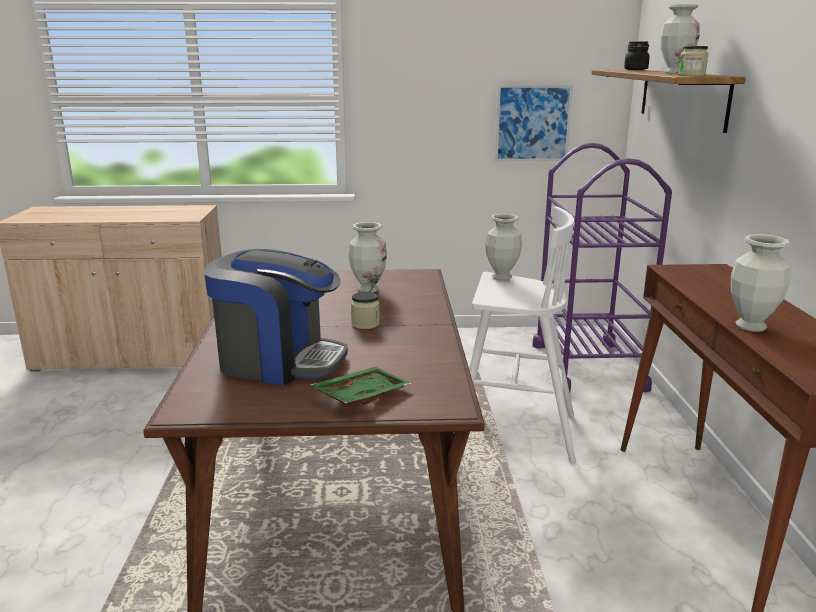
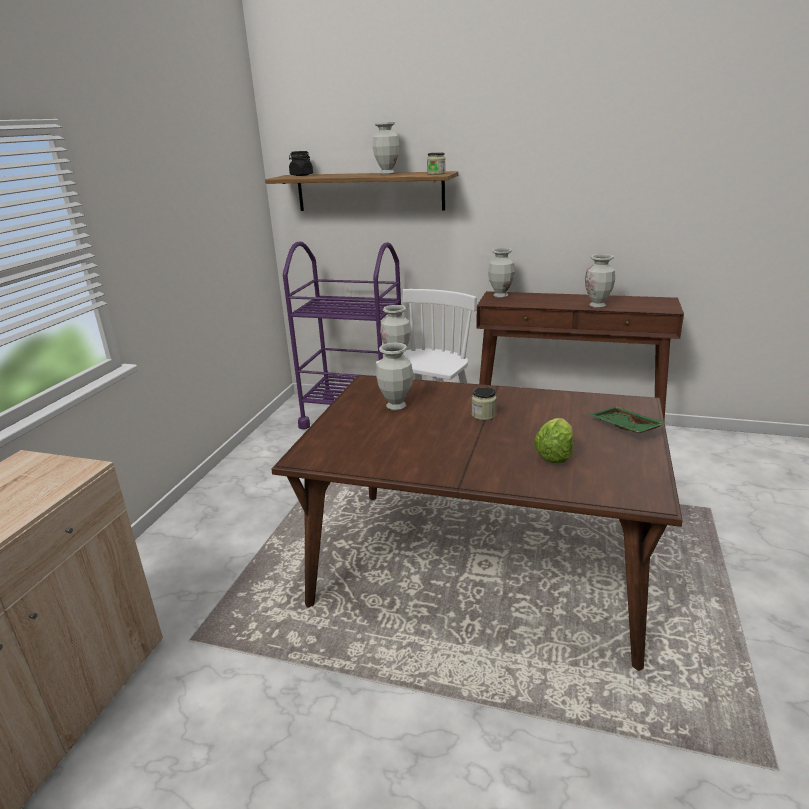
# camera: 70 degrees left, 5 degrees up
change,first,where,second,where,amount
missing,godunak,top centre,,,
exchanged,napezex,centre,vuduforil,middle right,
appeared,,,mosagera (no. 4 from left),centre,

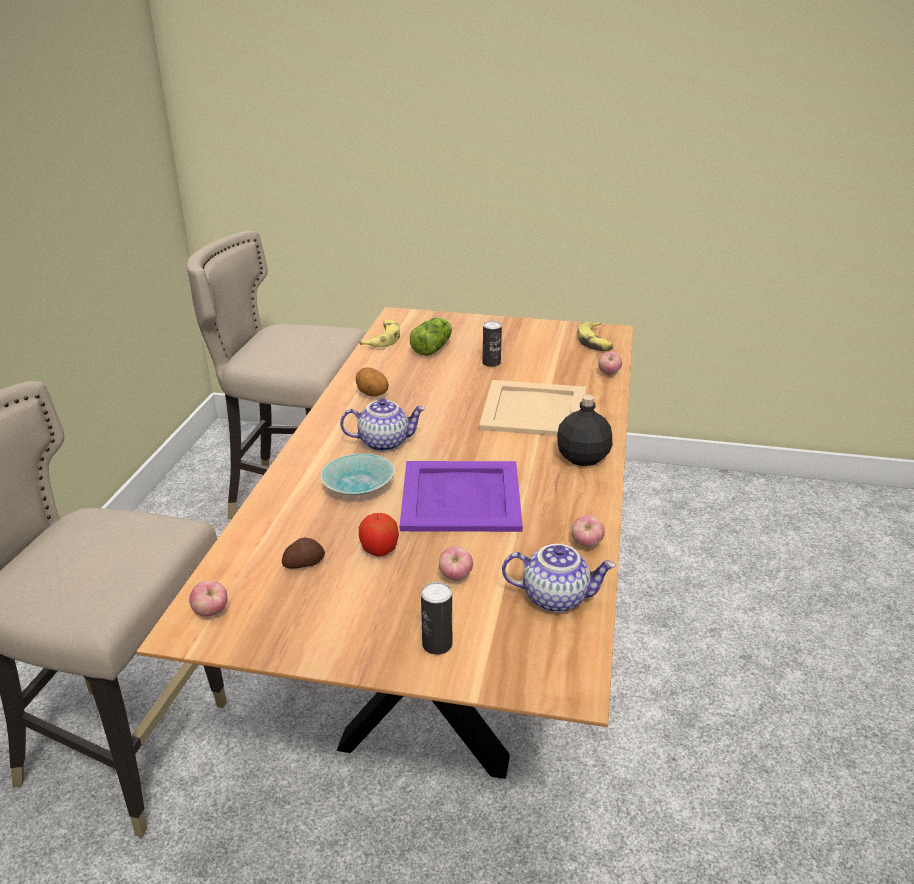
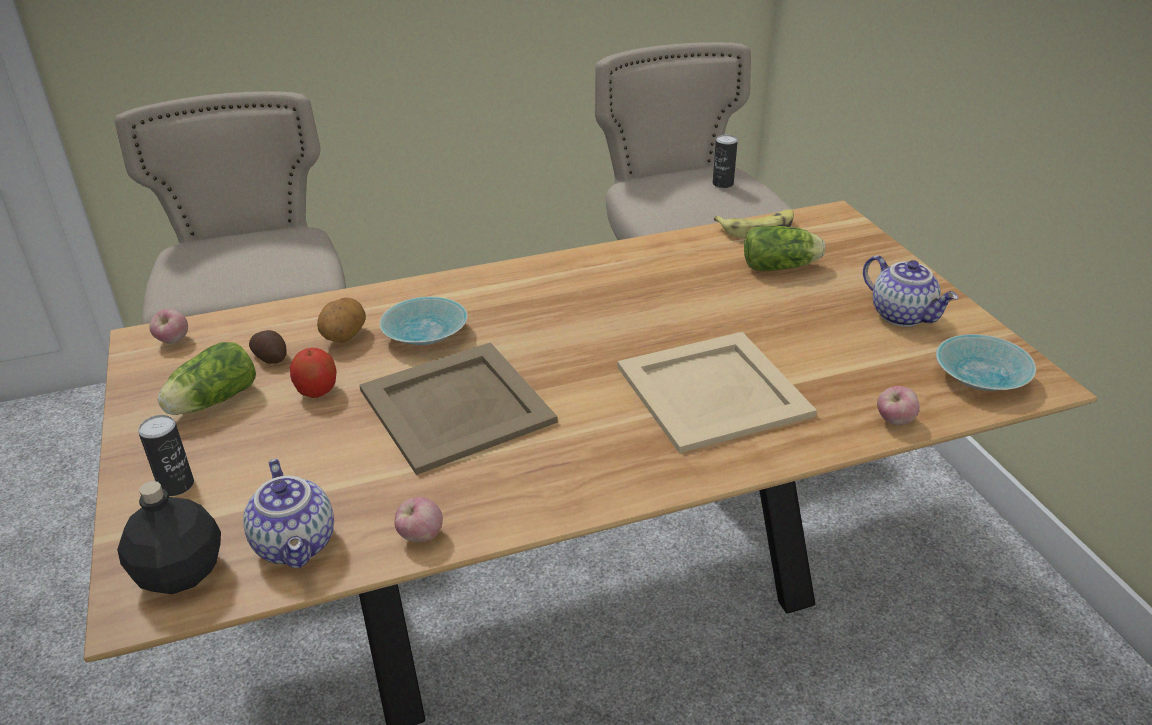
# camera: 60 degrees right, 5 degrees up
change,first,where,second,where,amount
relocated,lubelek (no. 2 from left),centre,,top centre,
exchanged,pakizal (no. 2 from left),centre,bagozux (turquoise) (no. 2 from left),middle right,
relocated,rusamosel (no. 2 from left),centre,,middle left,
relocated,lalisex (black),centre,,bottom left,
relocated,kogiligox (no. 1 from left in the first image),centre,kogiligox (no. 2 from left),middle right,
colour,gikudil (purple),centre,gikudil (beige) (no. 1 from left),centre,
missing,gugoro (no. 3 from left),centre,,,
appeared,,,vuduforil (no. 1 from left),middle left,

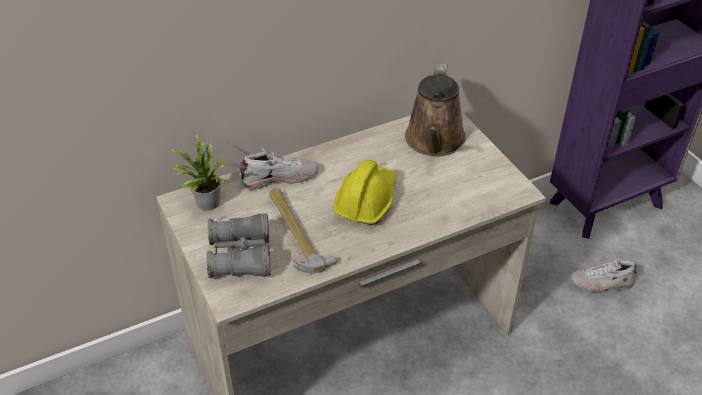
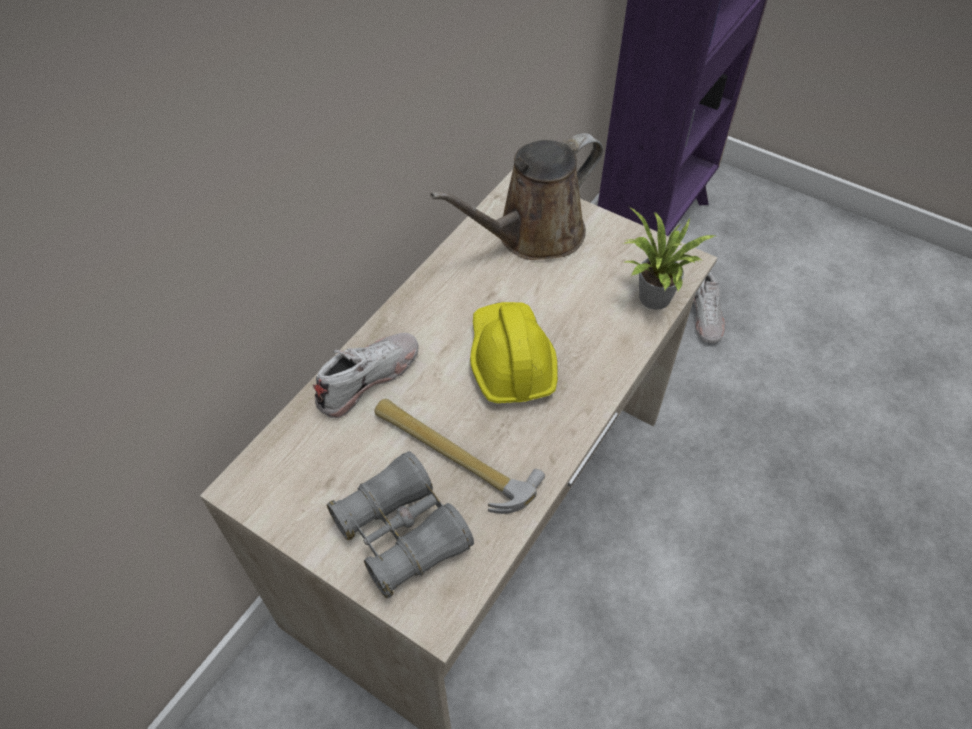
# camera: 30 degrees left, 10 degrees up
change,first,where,second,where,amount
spun,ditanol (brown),top centre,,top centre,75 degrees clockwise
relocated,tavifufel,middle left,,middle right,
spun,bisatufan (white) (no. 2 from left),bottom right,,middle right,60 degrees counterclockwise

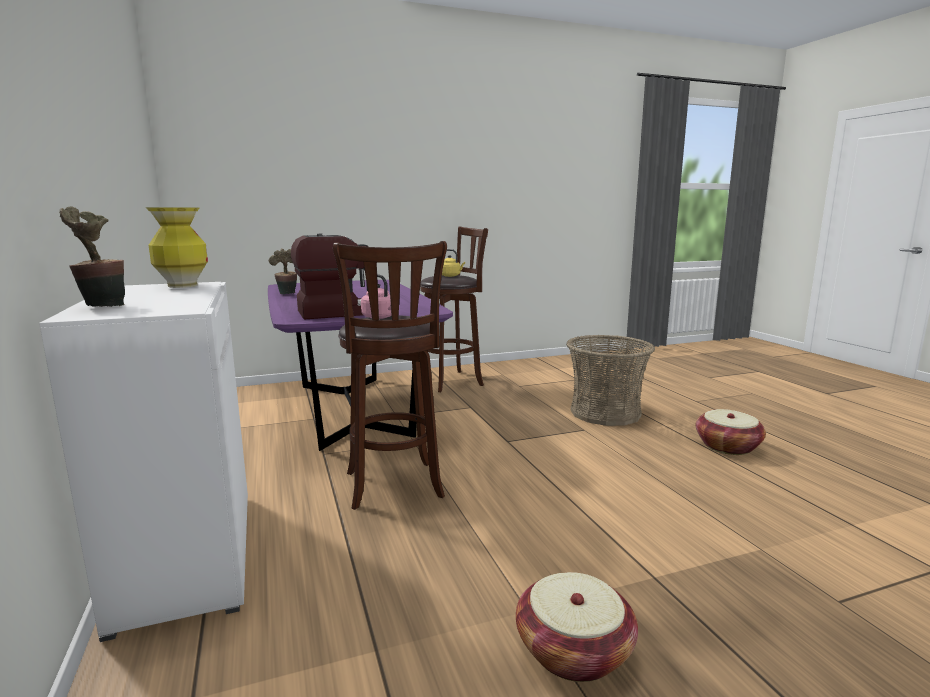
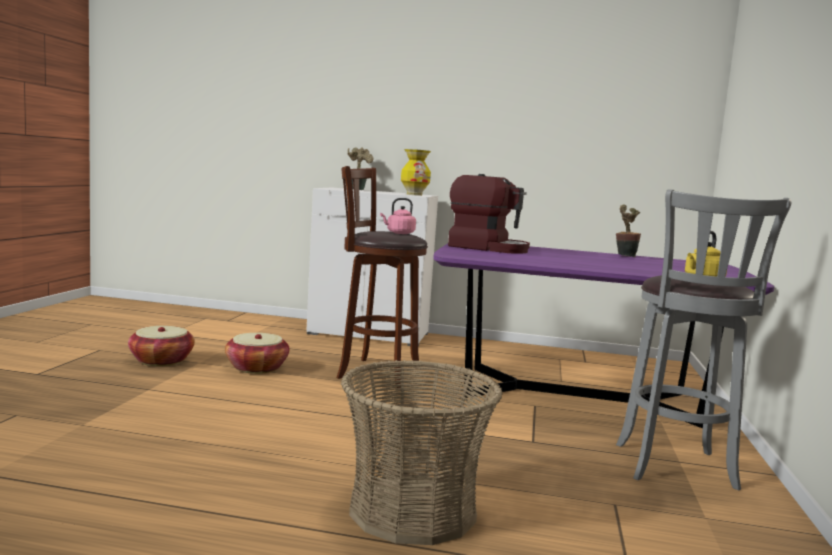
# camera: 120 degrees right, 5 degrees down
change,first,where,second,where,amount
colour,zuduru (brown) (no. 2 from left),centre,zuduru (grey),middle right,
spun,napezex,centre,,centre,75 degrees counterclockwise
relocated,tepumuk (no. 3 from left in the first image),middle right,tepumuk (no. 2 from left),middle left,

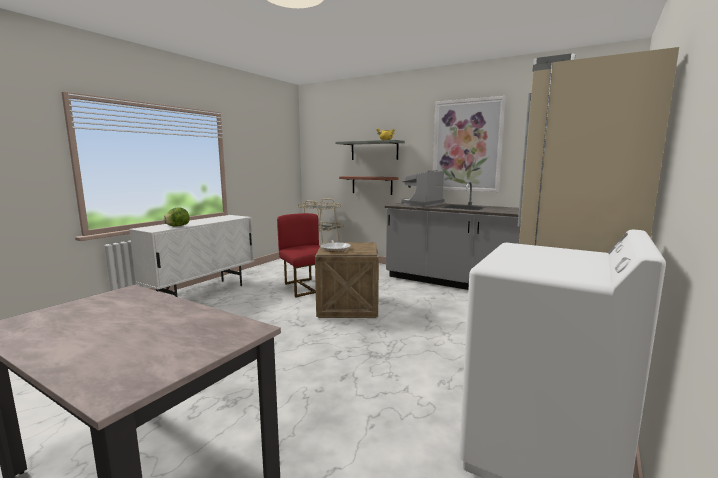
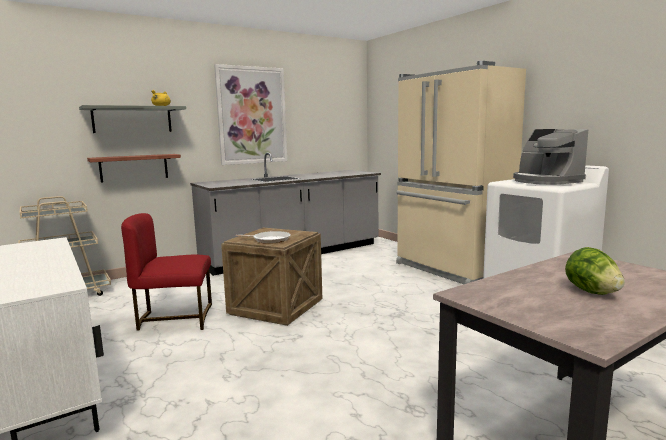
# camera: 65 degrees left, 0 degrees up
change,first,where,second,where,amount
relocated,napezex,centre,,middle right,
relocated,vuduforil,middle left,,middle right,

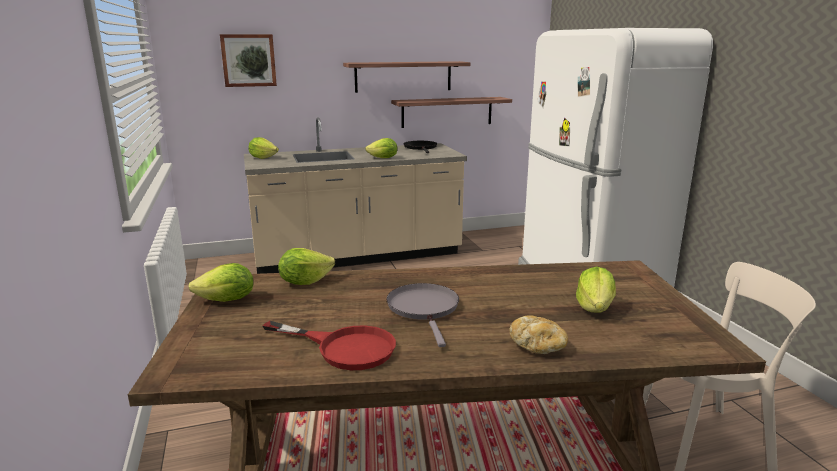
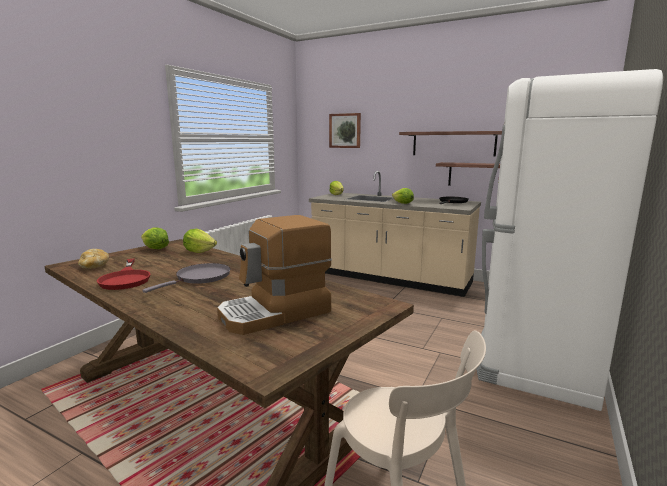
# camera: 45 degrees right, 5 degrees down
change,first,where,second,where,amount
exchanged,vuduforil (no. 5 from left),middle right,napezex,centre,
relocated,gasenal,bottom centre,,middle left,

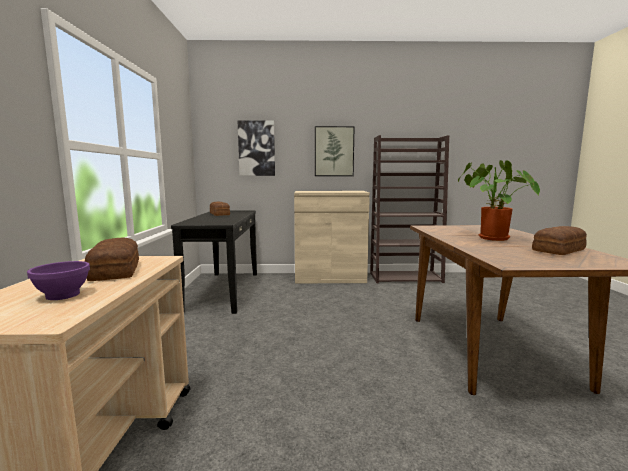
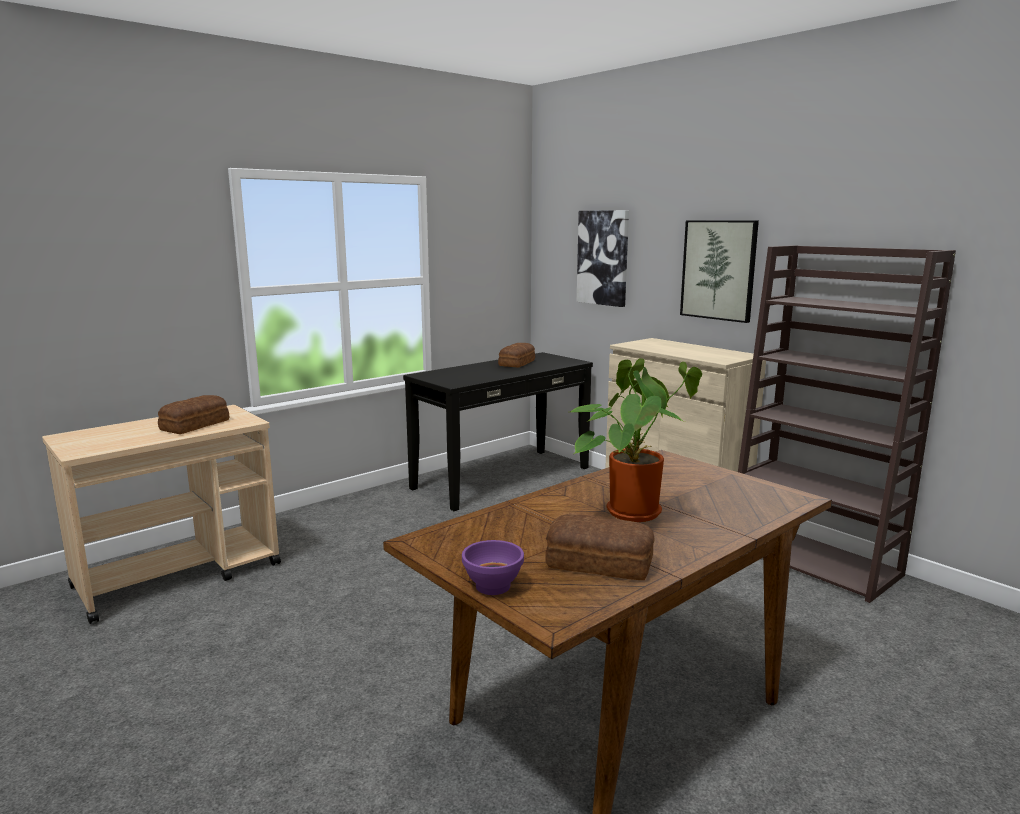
# camera: 50 degrees right, 5 degrees up
change,first,where,second,where,amount
relocated,bagozux (purple),middle left,,bottom centre,

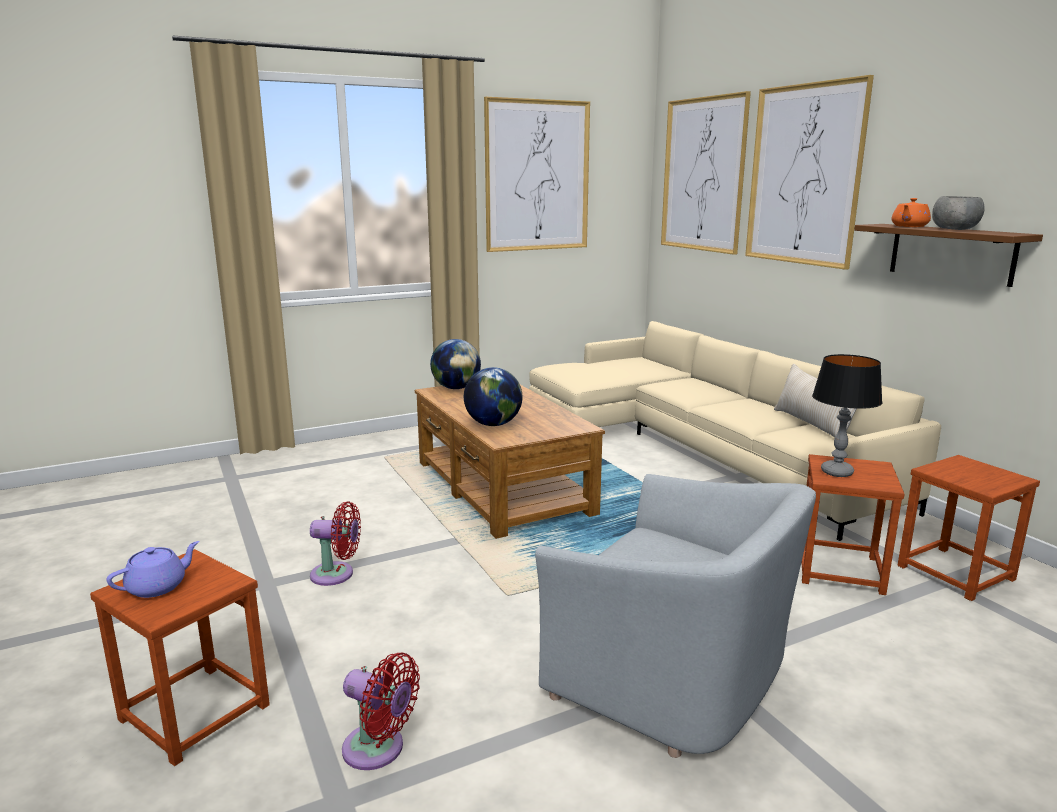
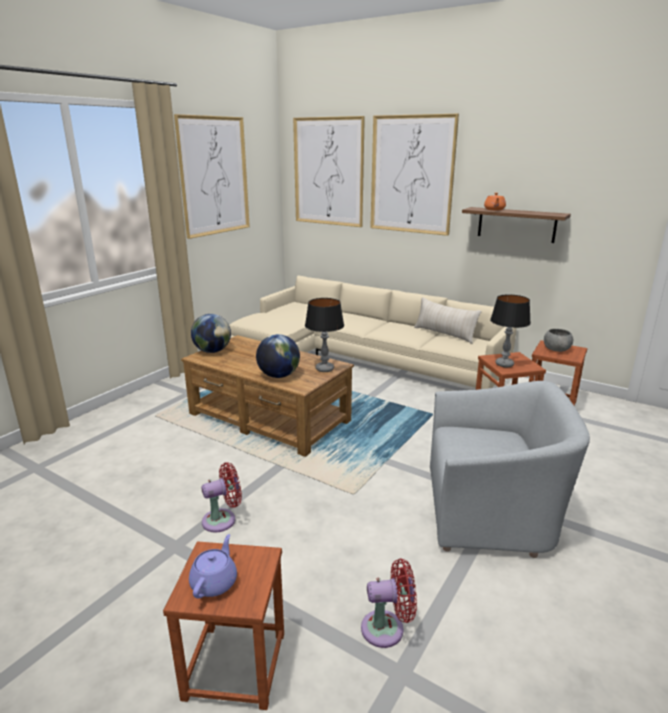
# camera: 30 degrees left, 5 degrees up
change,first,where,second,where,amount
relocated,bagozux (grey),top right,,middle right,
appeared,,,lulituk (no. 1 from left),centre,

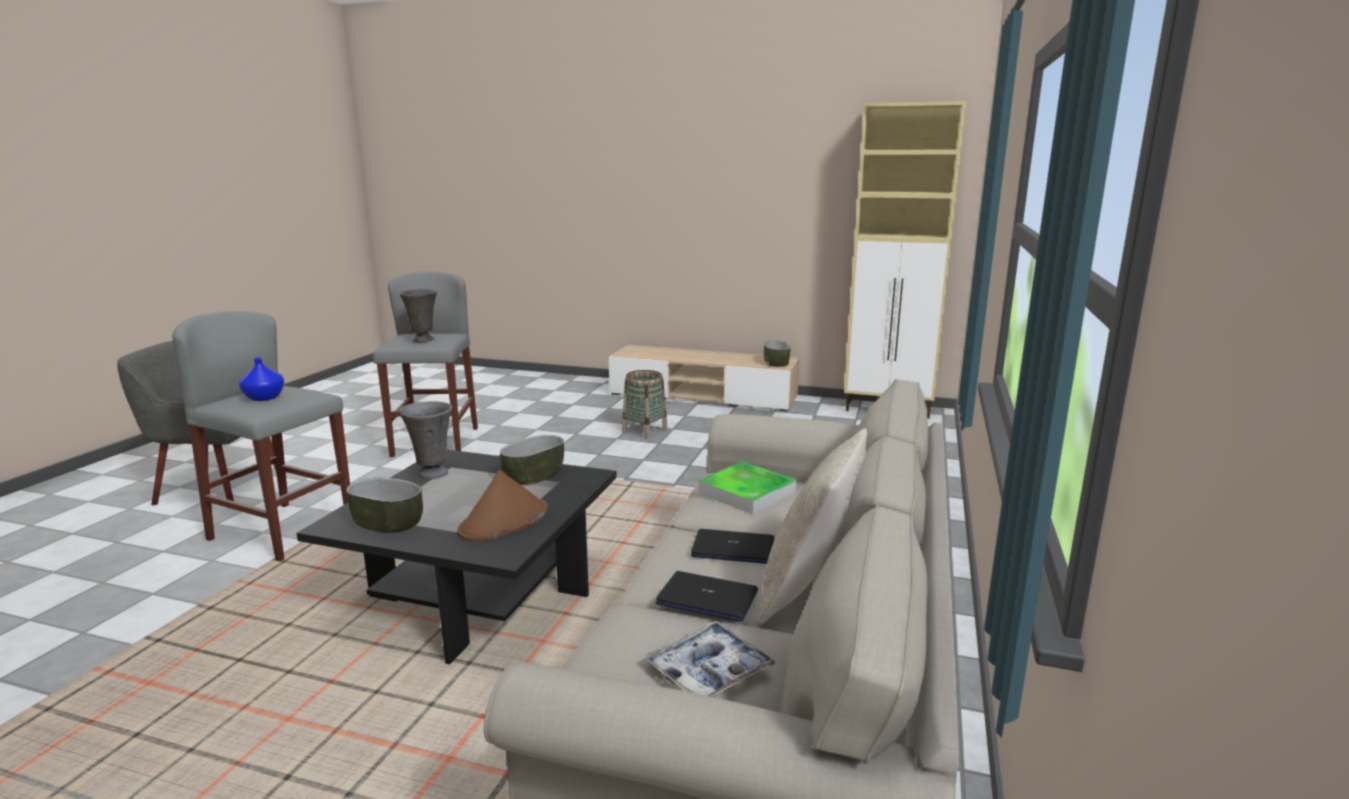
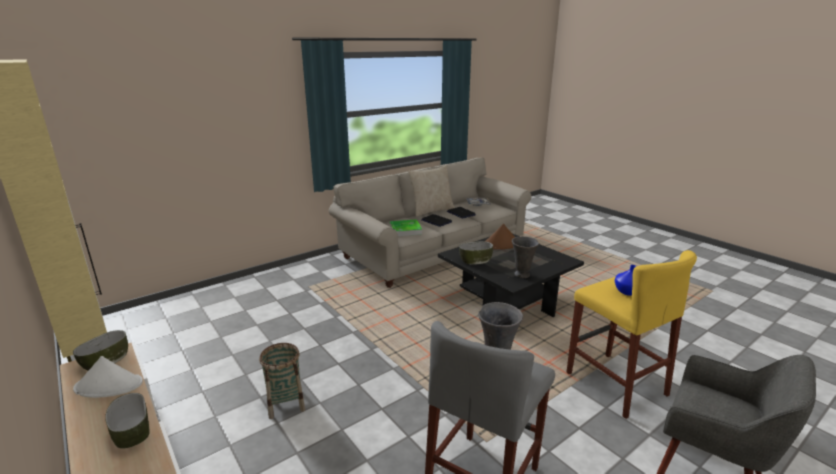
# camera: 145 degrees left, 5 degrees up
change,first,where,second,where,amount
colour,zuduru (grey) (no. 1 from left),middle left,zuduru (yellow),bottom right,
relocated,bagozux (no. 1 from left in the first image),middle left,bagozux (no. 2 from left),bottom left,
appeared,,,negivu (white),bottom left,

